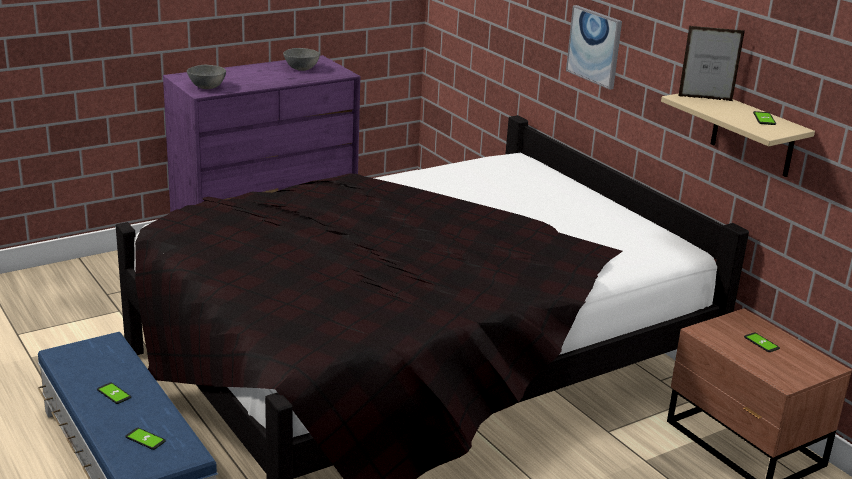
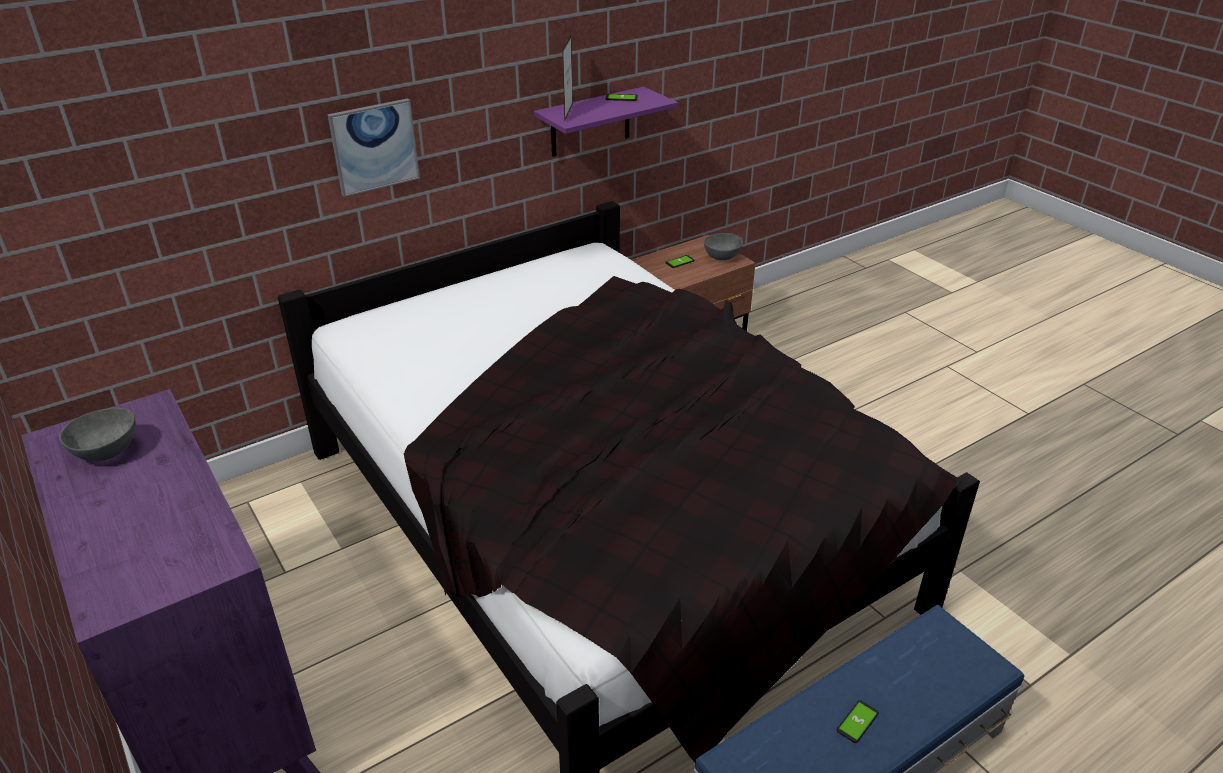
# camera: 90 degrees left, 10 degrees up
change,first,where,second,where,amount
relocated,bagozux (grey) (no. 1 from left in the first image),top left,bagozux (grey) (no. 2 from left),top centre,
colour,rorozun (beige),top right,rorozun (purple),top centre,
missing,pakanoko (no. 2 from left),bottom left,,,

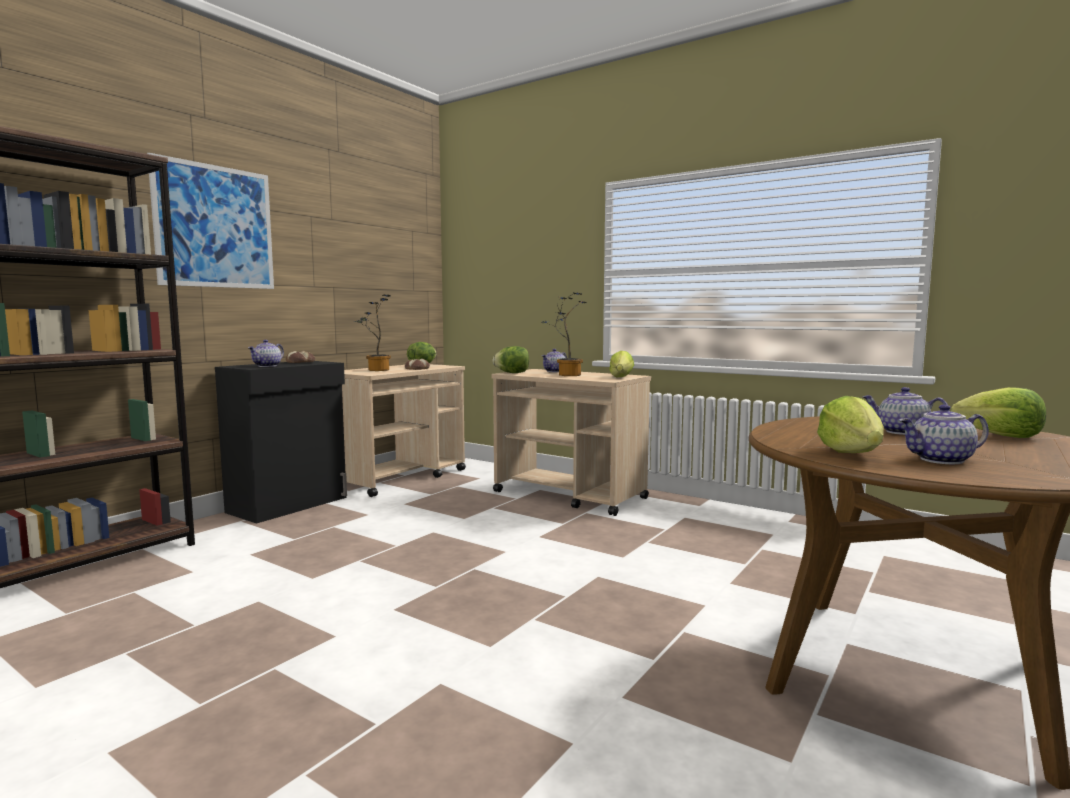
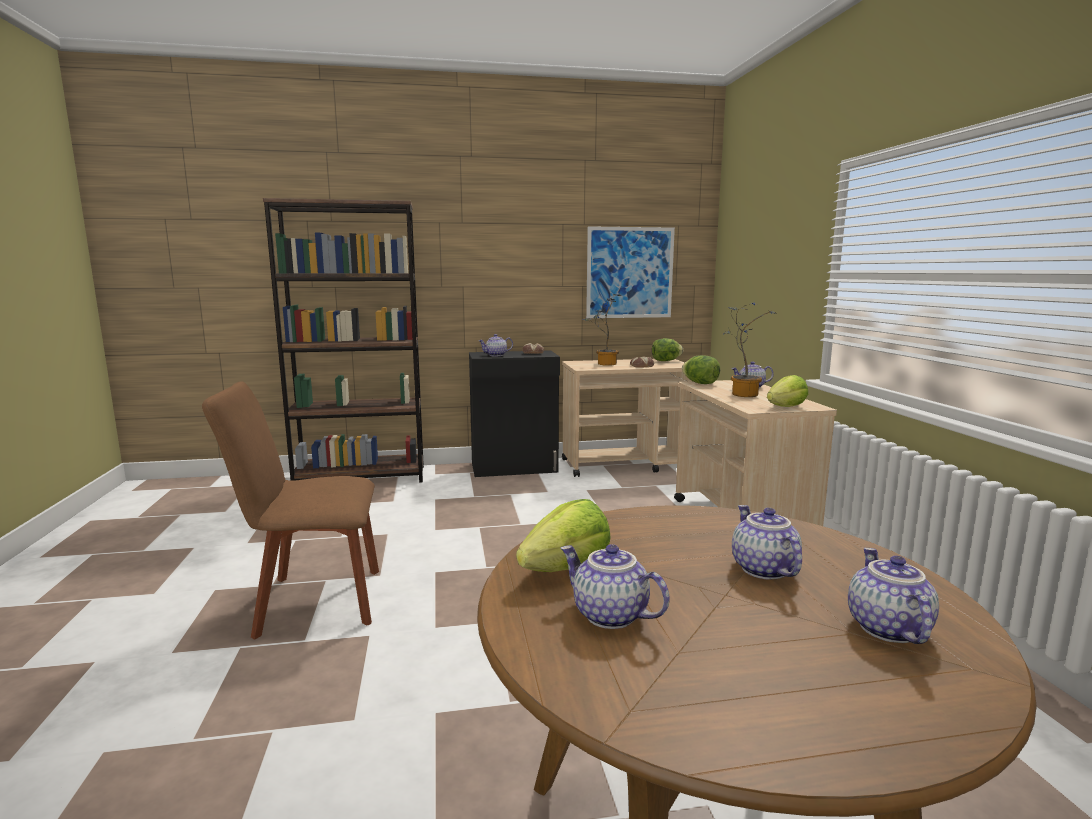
# camera: 45 degrees right, 5 degrees up
change,first,where,second,where,amount
relocated,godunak,top left,,top centre,
exchanged,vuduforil (no. 5 from left),middle right,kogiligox (no. 5 from left),bottom right,
appeared,,,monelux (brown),middle left,

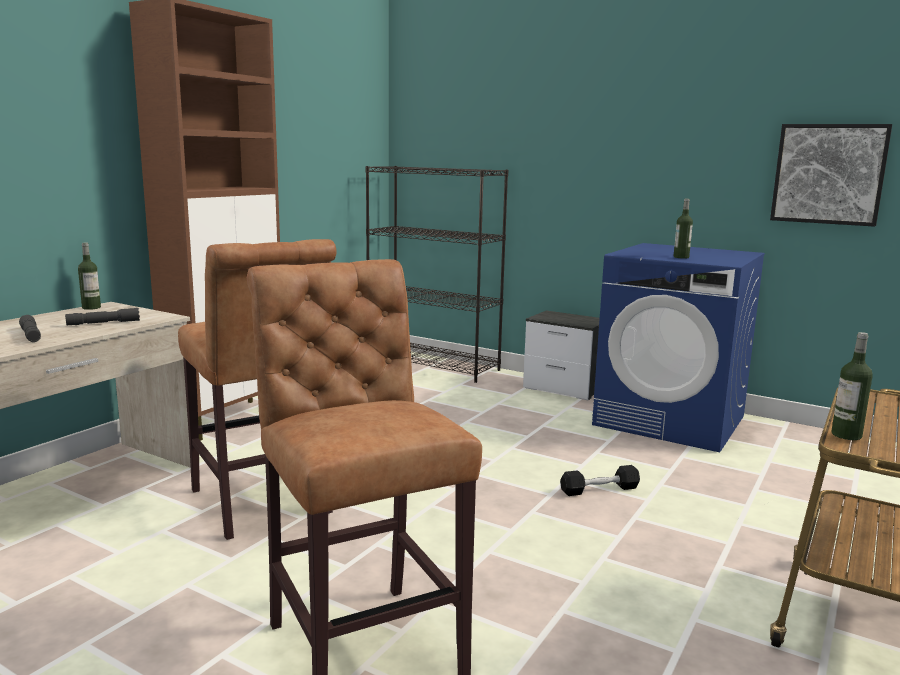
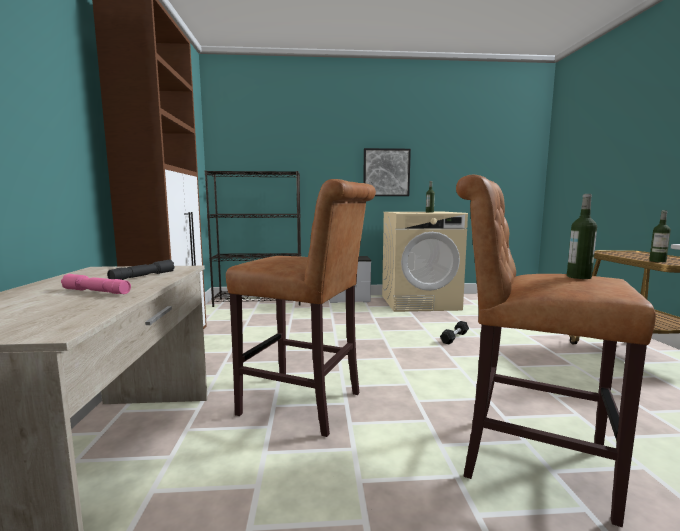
# camera: 35 degrees left, 5 degrees down
change,first,where,second,where,amount
relocated,godunak,top right,,top centre,
relocated,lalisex (no. 1 from left in the first image),middle left,lalisex (no. 2 from left),middle right,
colour,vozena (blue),middle right,vozena (beige),centre,
colour,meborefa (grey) (no. 1 from left),middle left,meborefa (pink),middle left,

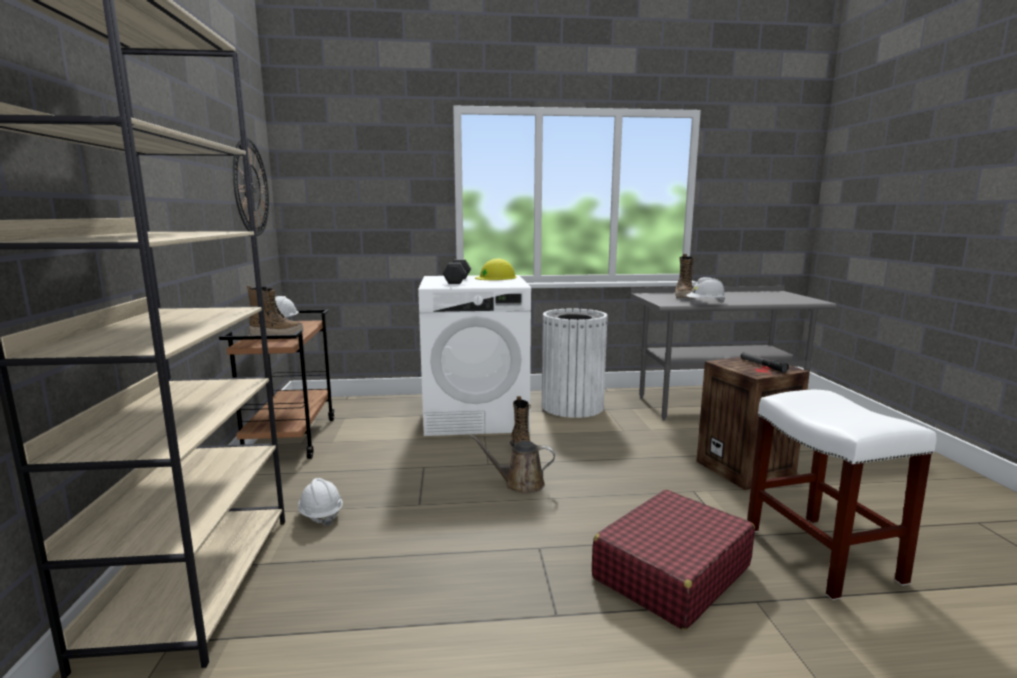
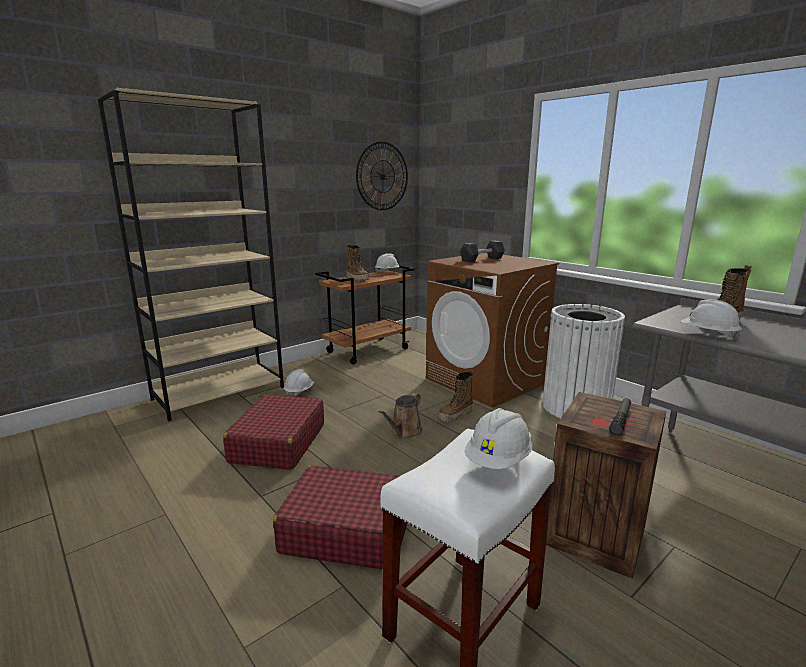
# camera: 55 degrees right, 5 degrees up
change,first,where,second,where,amount
missing,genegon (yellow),centre,,,
colour,vozena (white),centre,vozena (brown),centre,
spun,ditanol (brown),bottom centre,,centre,120 degrees counterclockwise
appeared,,,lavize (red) (no. 1 from left),centre,
appeared,,,genegon (white) (no. 3 from left),centre,

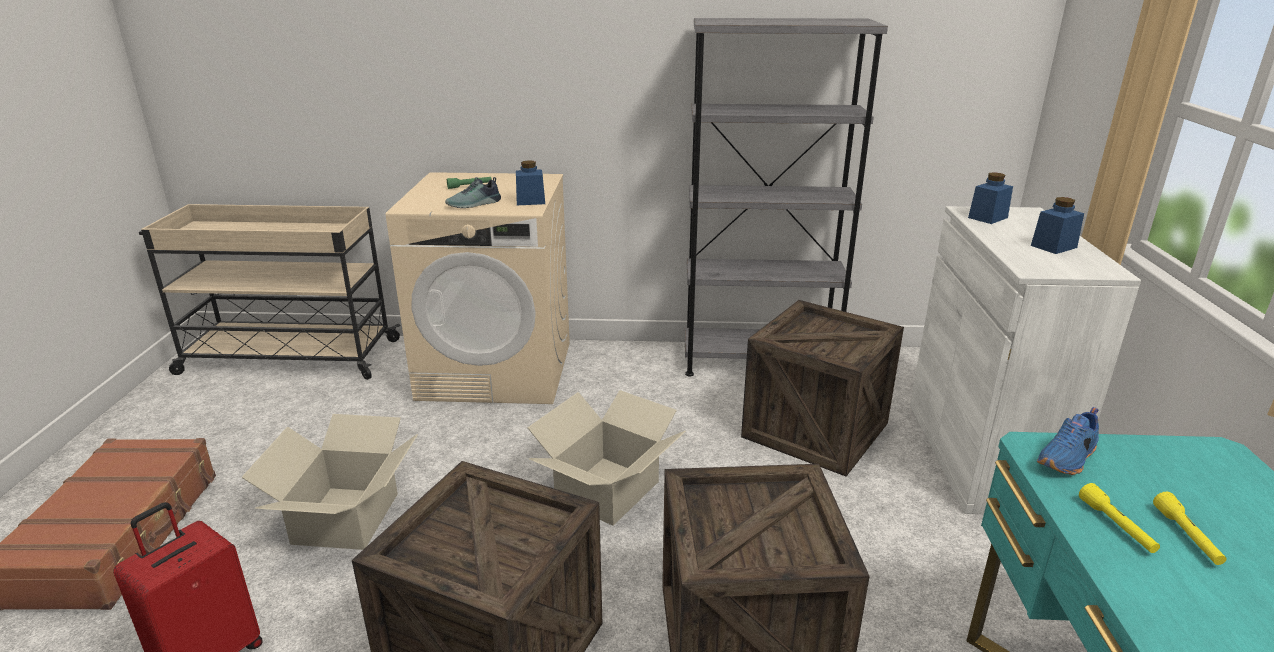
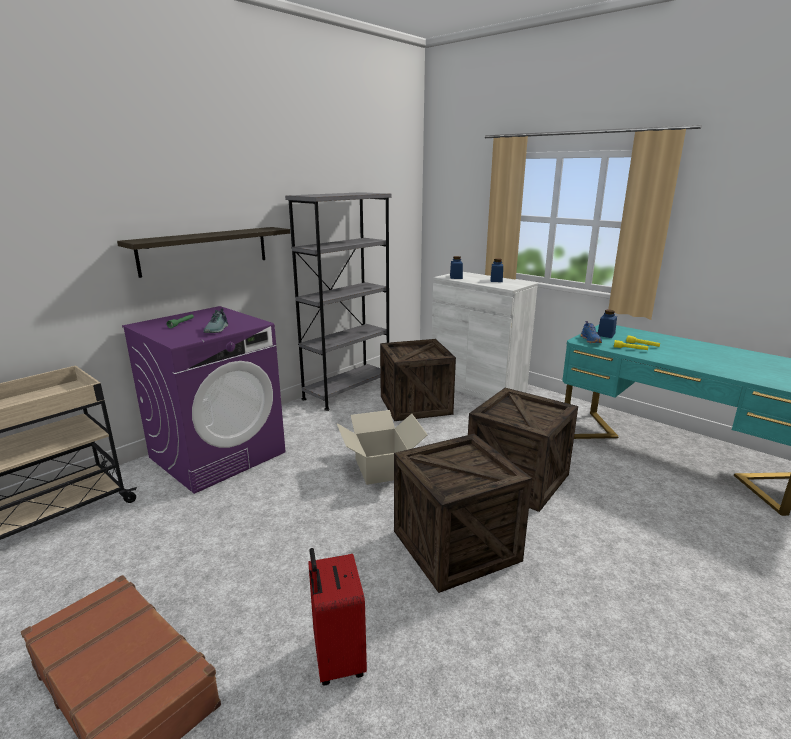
# camera: 50 degrees left, 5 degrees down
change,first,where,second,where,amount
relocated,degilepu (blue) (no. 1 from left in the first image),top centre,degilepu (blue) (no. 3 from left),middle right,
colour,vozena (beige),centre,vozena (purple),middle left,
missing,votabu (no. 1 from left),bottom left,,,
appeared,,,rorozun,middle left,

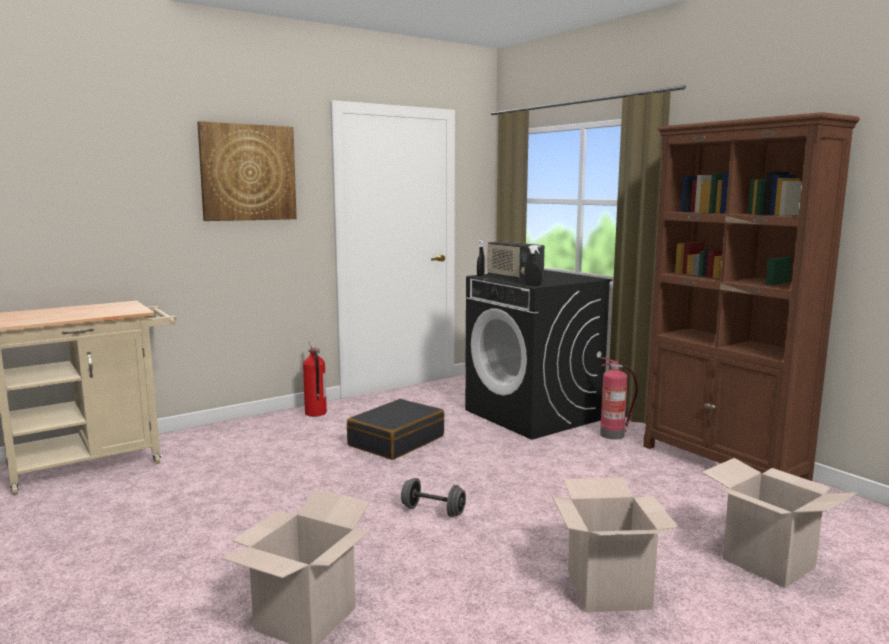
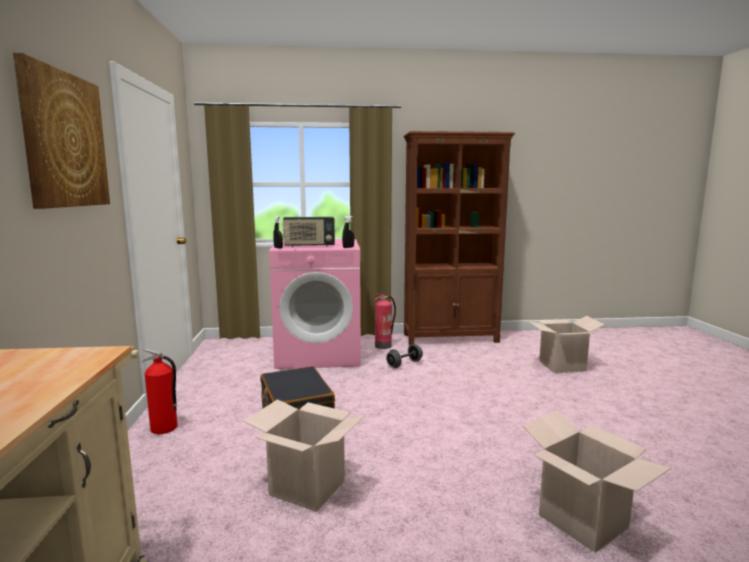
# camera: 60 degrees left, 0 degrees up
change,first,where,second,where,amount
colour,vozena (black),centre,vozena (pink),centre,
relocated,votabu (no. 2 from left in the first image),bottom right,votabu (no. 1 from left),bottom centre,
relocated,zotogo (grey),bottom centre,,centre,

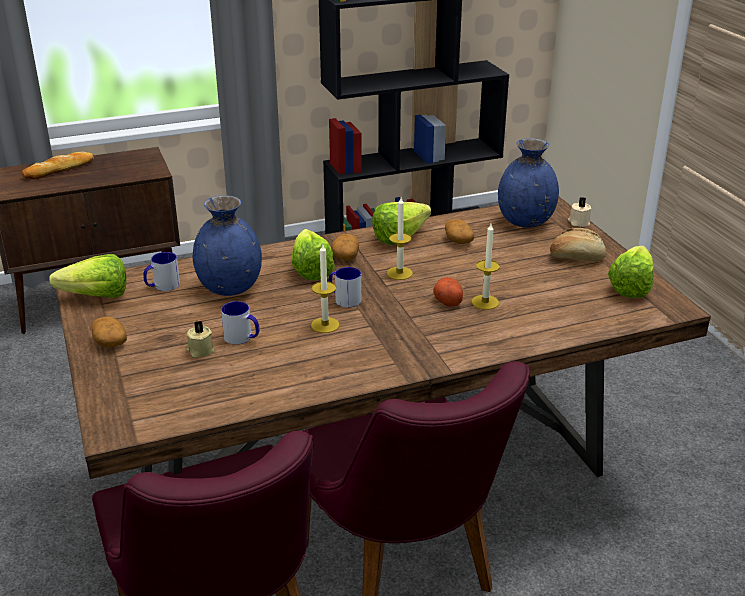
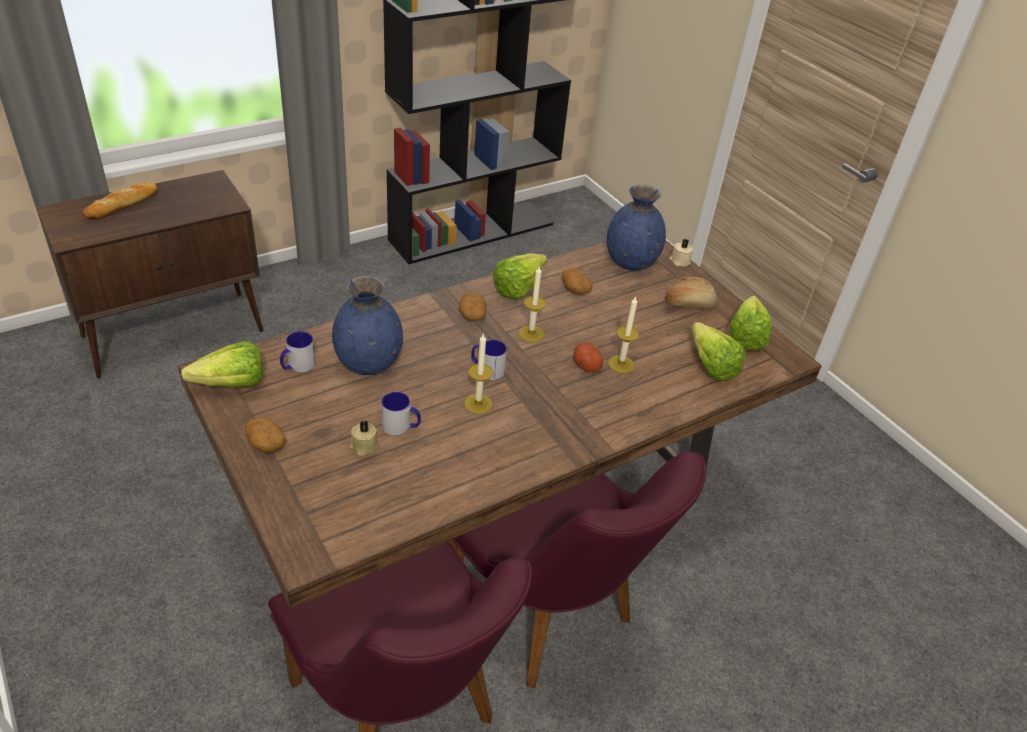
# camera: 15 degrees left, 10 degrees up
change,first,where,second,where,amount
relocated,vuduforil (no. 2 from left in the first image),centre,vuduforil (no. 3 from left),middle right,

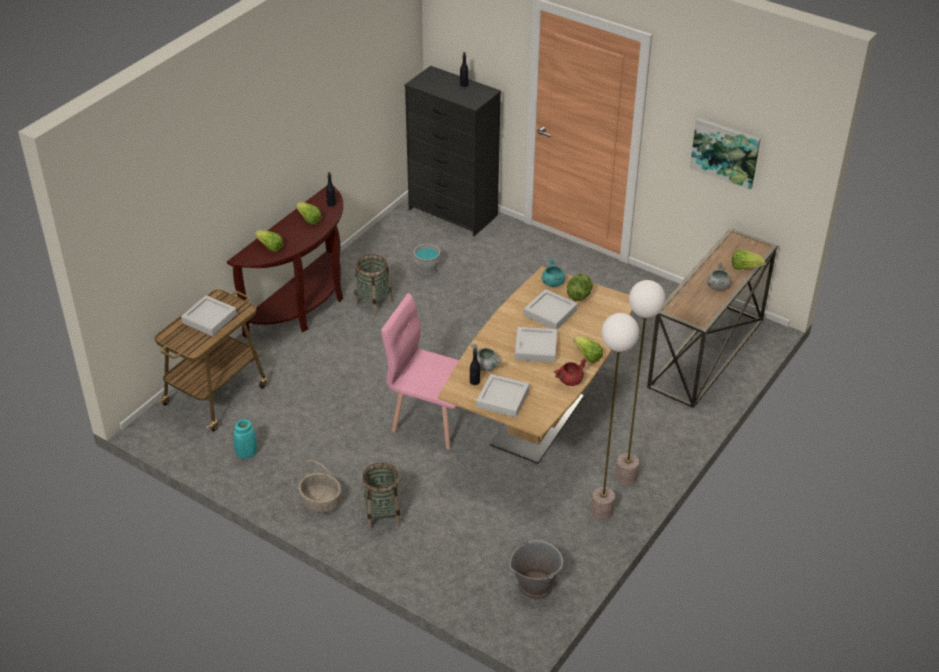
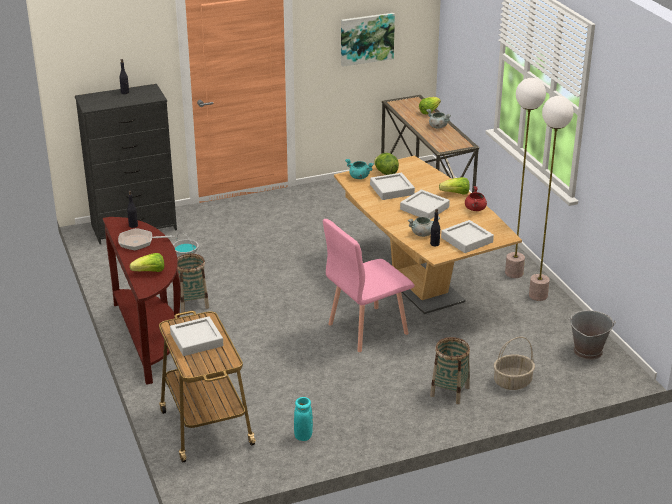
# camera: 55 degrees left, 10 degrees down
change,first,where,second,where,amount
exchanged,vuduforil (no. 2 from left),top left,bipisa,middle left,
relocated,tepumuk (no. 1 from left in the first image),bottom centre,tepumuk (no. 3 from left),bottom right,

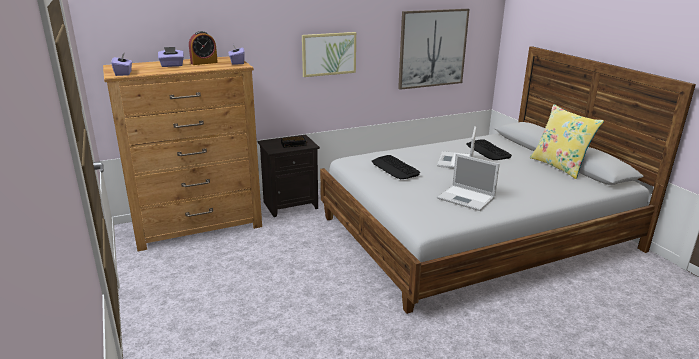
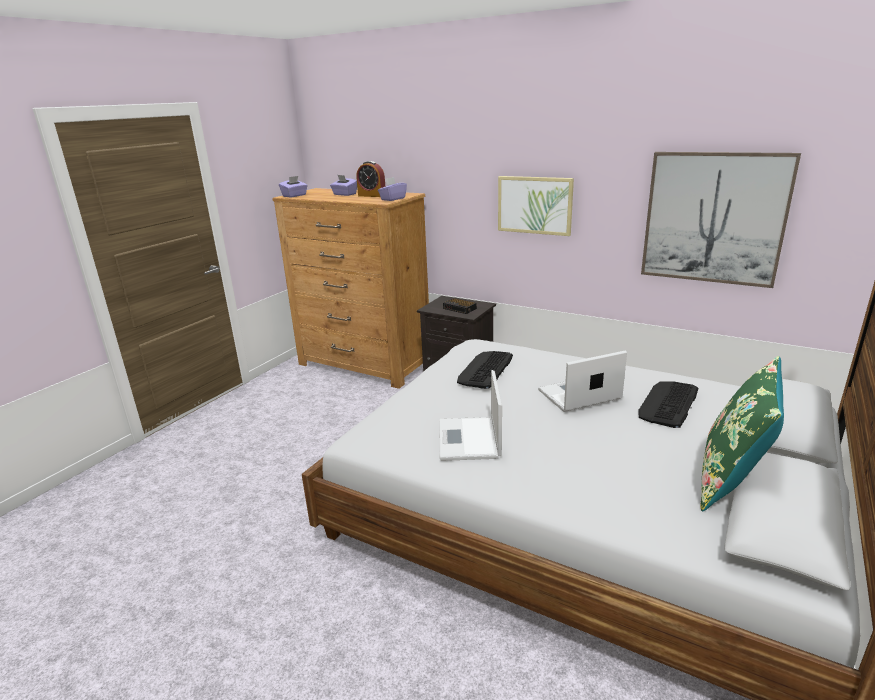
# camera: 55 degrees right, 0 degrees up
change,first,where,second,where,amount
colour,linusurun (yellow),middle right,linusurun (green),middle right,

